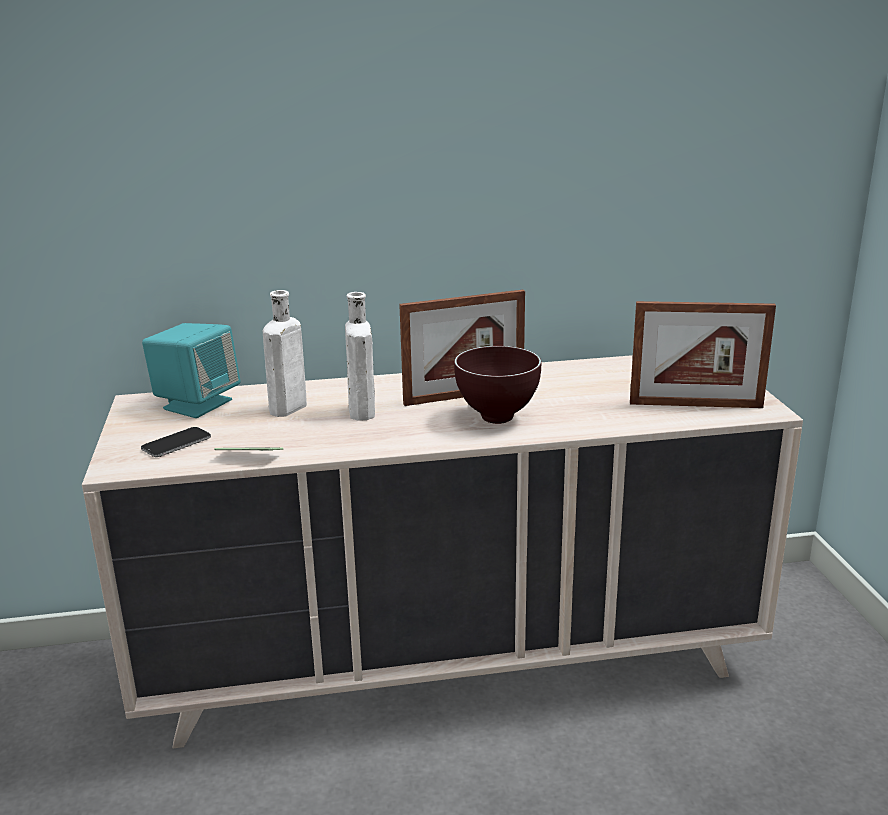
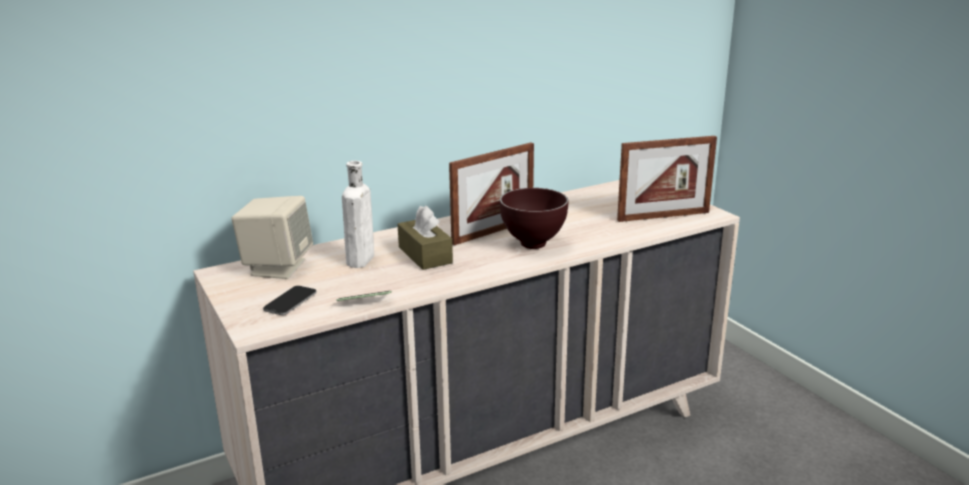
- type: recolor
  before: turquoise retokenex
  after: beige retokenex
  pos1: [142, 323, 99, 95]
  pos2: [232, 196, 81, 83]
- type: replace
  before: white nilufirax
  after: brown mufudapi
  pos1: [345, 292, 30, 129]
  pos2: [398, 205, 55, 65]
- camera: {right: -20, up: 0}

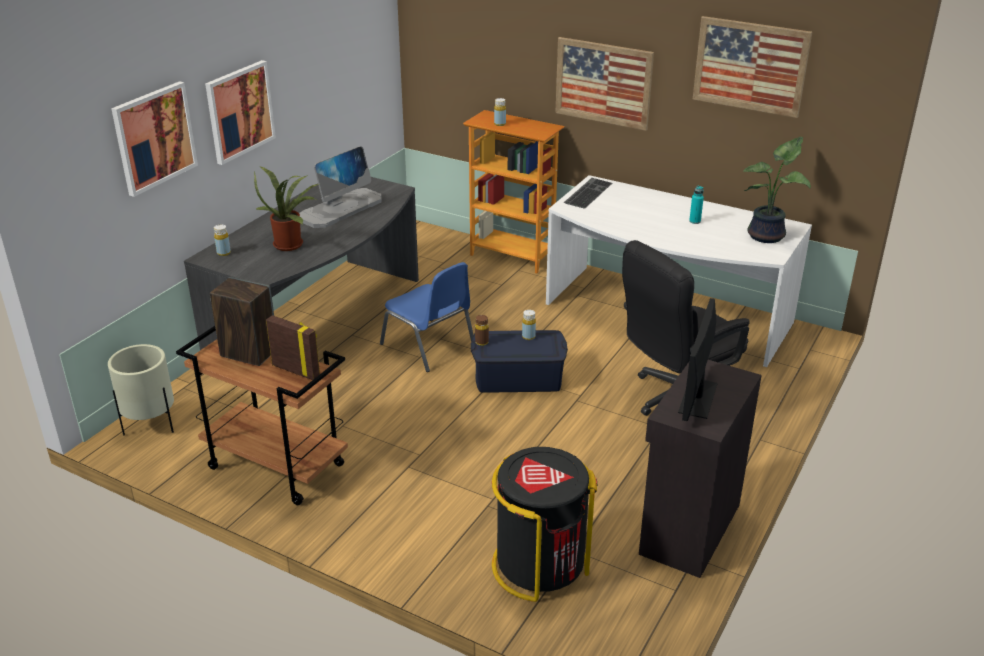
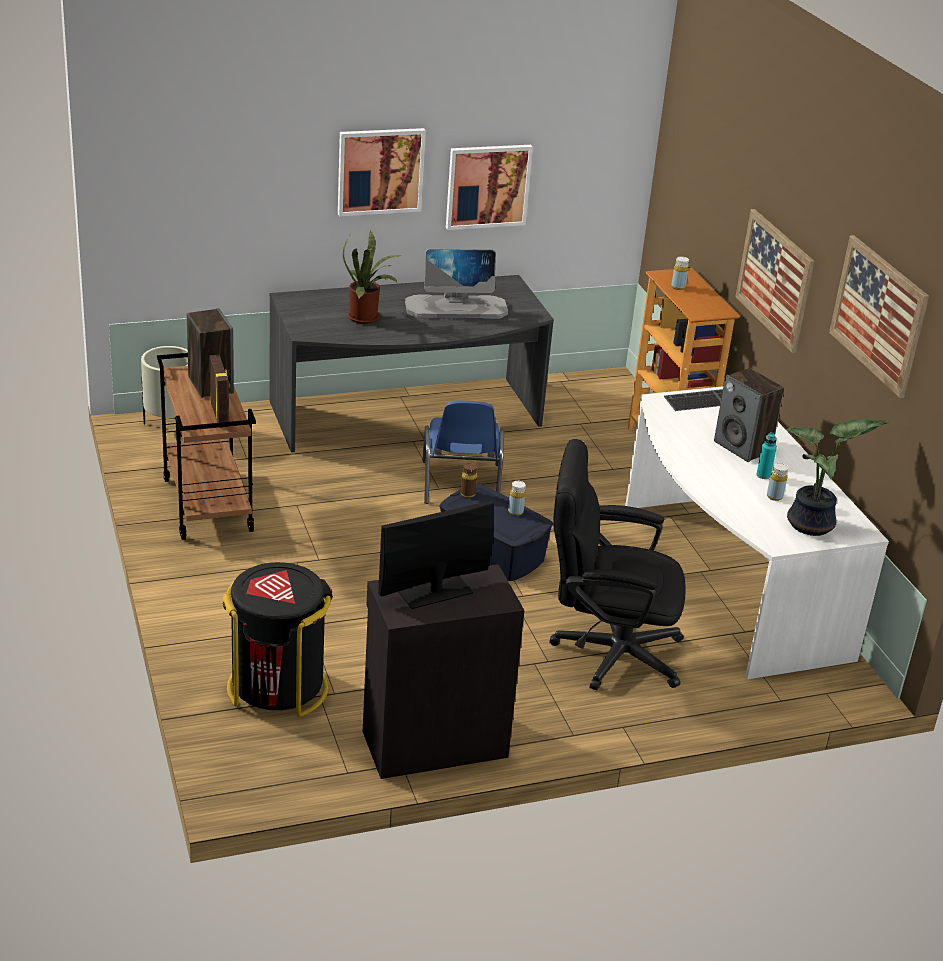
- type: move
  before: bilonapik
  pos1: [111, 81, 87, 116]
  pos2: [446, 145, 87, 85]
- type: move
  before: yellow nilufirax
  pos1: [214, 225, 17, 31]
  pos2: [767, 463, 21, 38]
- type: insert
  after: retokenex
  pos2: [714, 368, 70, 94]
- camera: {right: 40, up: 0}

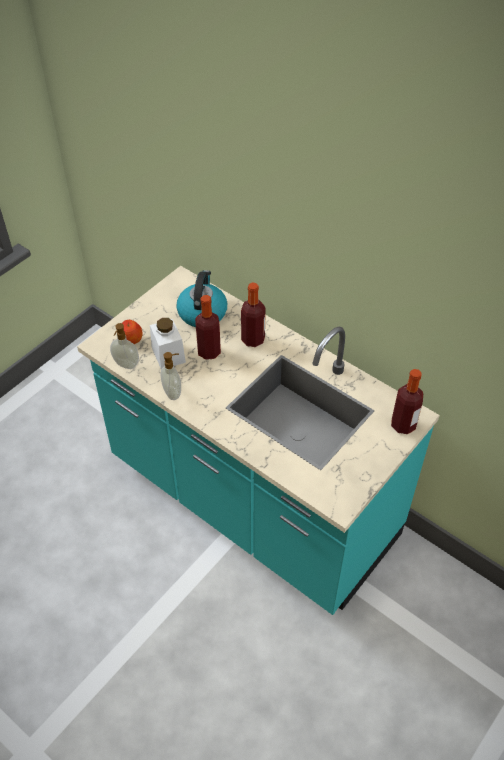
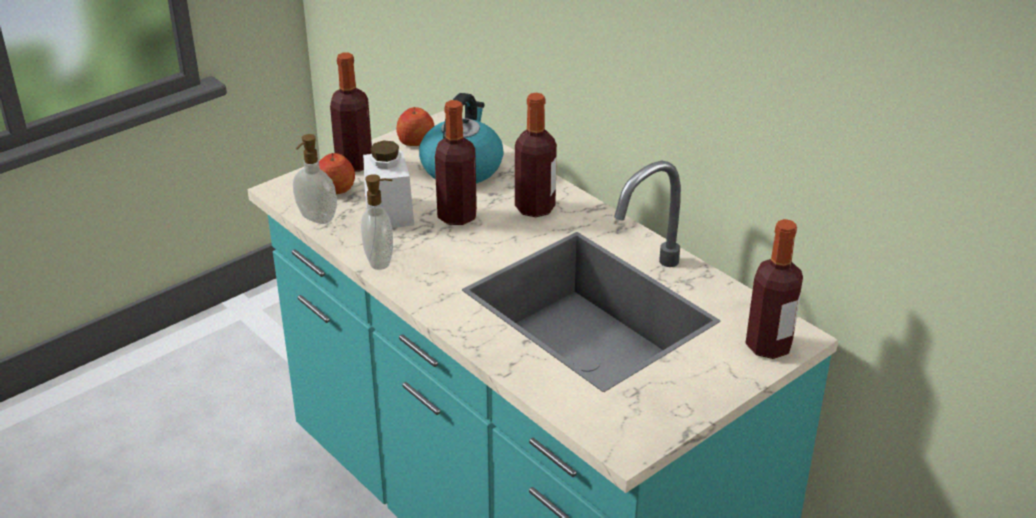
- type: insert
  after: nilufirax
  pos2: [330, 53, 42, 118]
- type: insert
  after: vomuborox
  pos2: [397, 107, 38, 39]
- camera: {right: 10, up: -15}

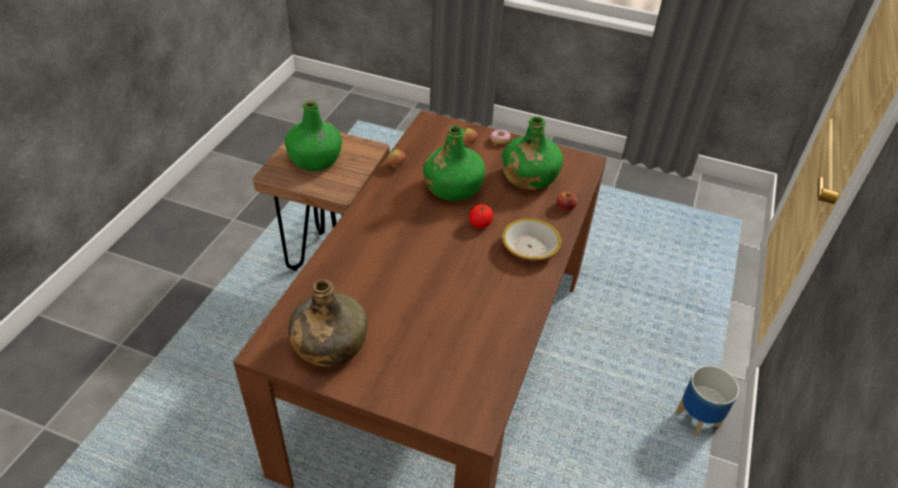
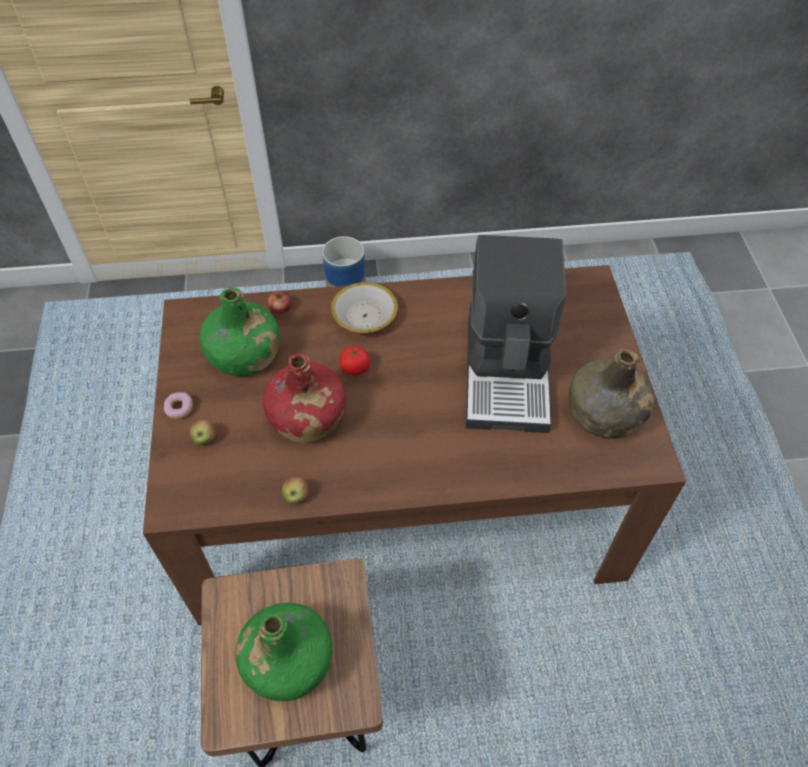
- type: recolor
  before: green nilufirax
  after: red nilufirax
  pos1: [423, 126, 62, 75]
  pos2: [263, 353, 83, 90]
- type: insert
  after: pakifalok
  pos2: [466, 235, 100, 198]
- camera: {right: -115, up: 10}

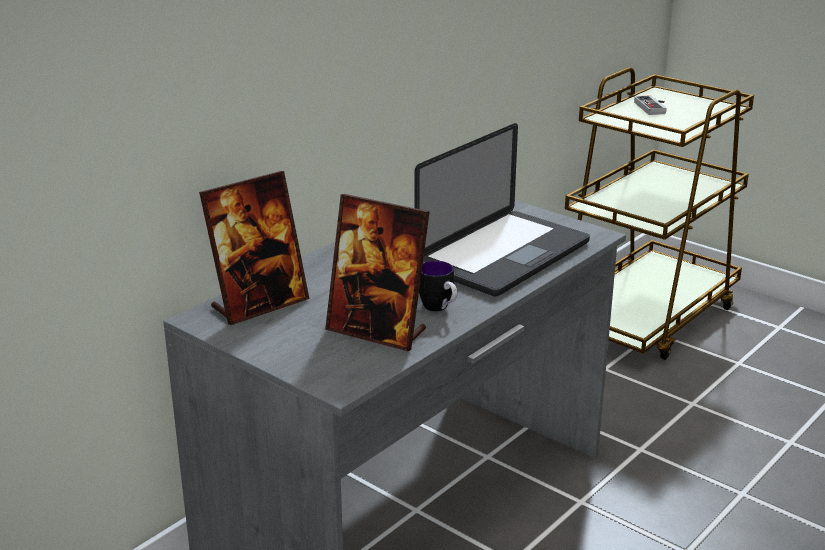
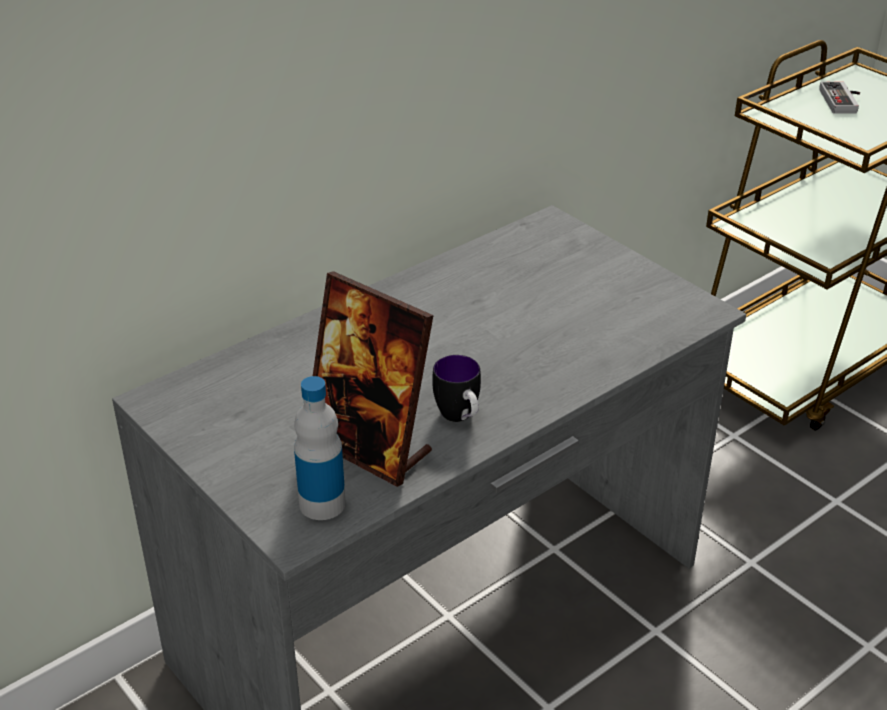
- type: delete
  before: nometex
  pos1: [199, 171, 110, 154]
- type: delete
  before: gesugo
  pos1: [415, 123, 175, 173]
- type: insert
  after: nilufirax
  pos2: [294, 376, 52, 144]
- camera: {right: 10, up: 10}

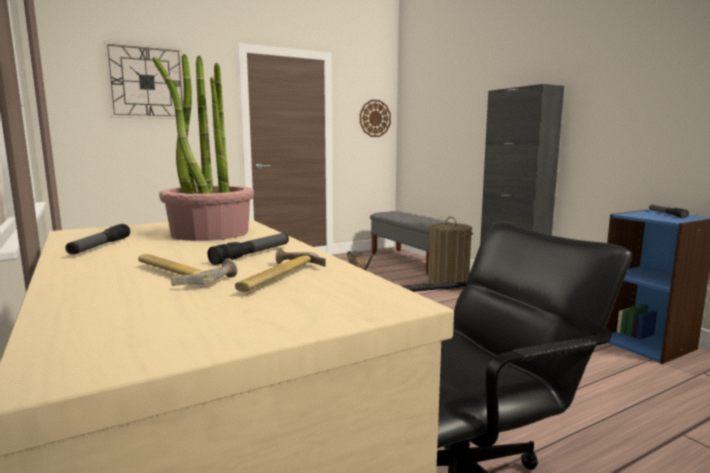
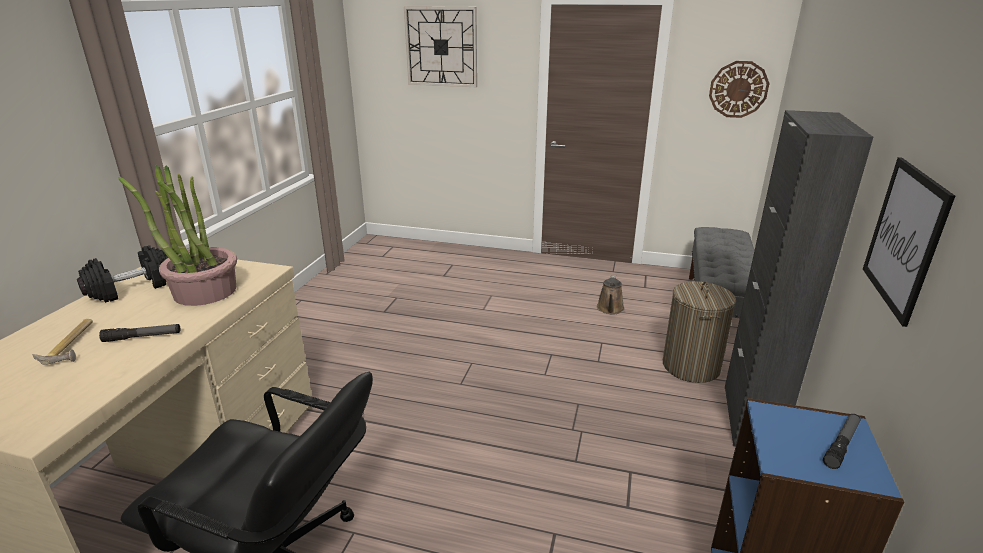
- type: replace
  before: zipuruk
  after: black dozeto
  pos1: [65, 224, 65, 31]
  pos2: [77, 245, 91, 58]
- type: delete
  before: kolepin
  pos1: [235, 247, 91, 45]
- type: insert
  after: bilonapik
  pos2: [863, 157, 92, 170]
- camera: {right: 45, up: 15}

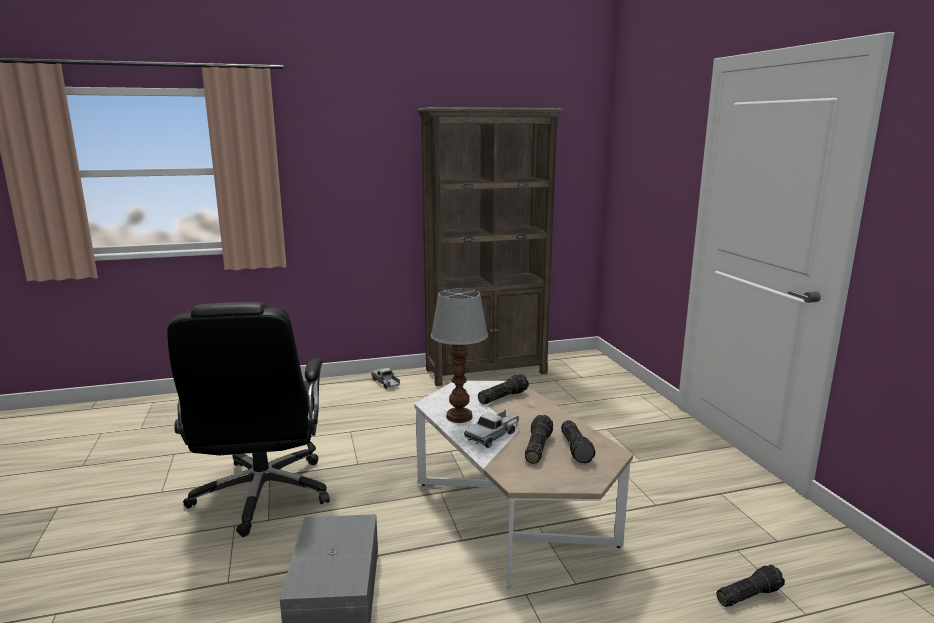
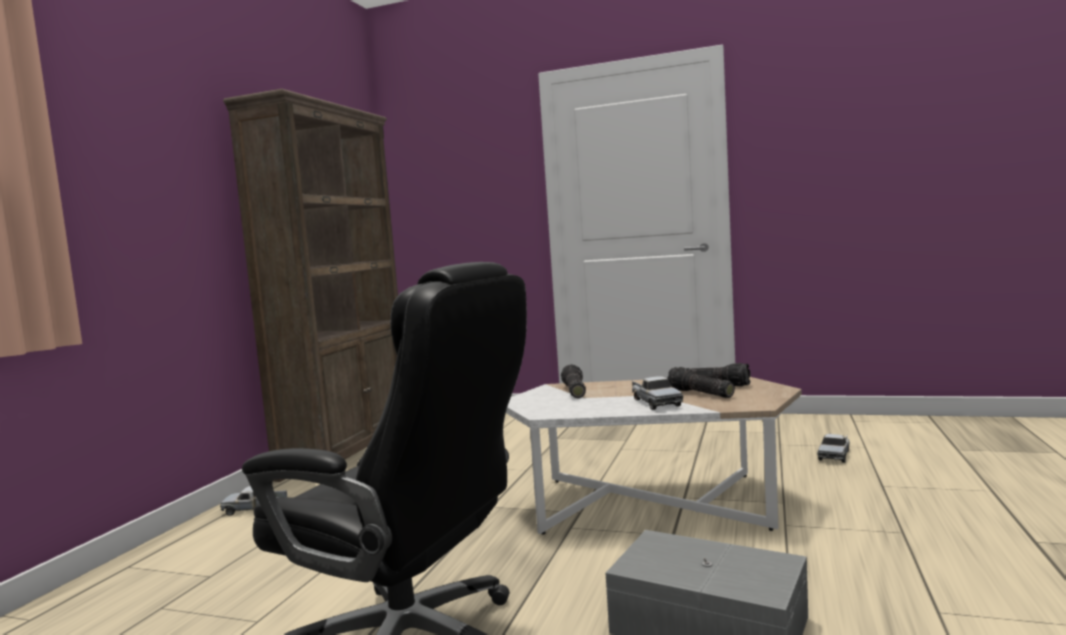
- type: delete
  before: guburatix
  pos1: [430, 288, 58, 135]
- type: replace
  before: zipuruk
  after: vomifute
  pos1: [717, 565, 68, 42]
  pos2: [817, 433, 33, 30]
- camera: {right: -55, up: -10}

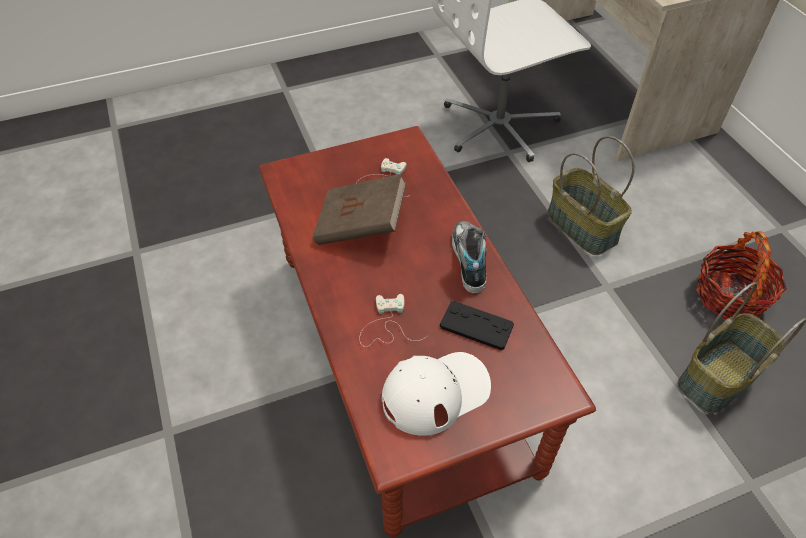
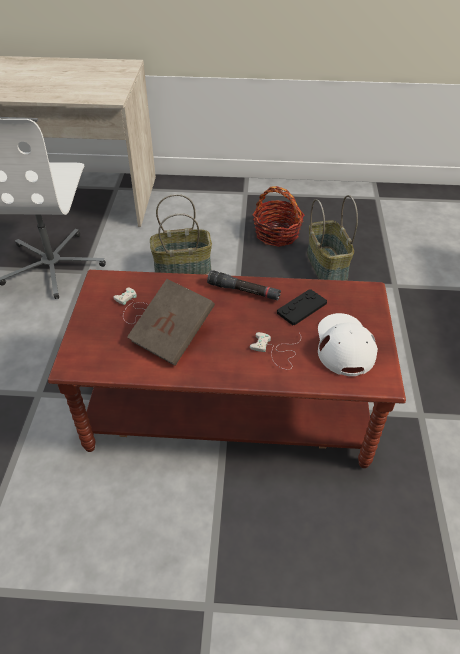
- type: replace
  before: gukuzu
  after: black zipuruk
  pos1: [452, 221, 35, 72]
  pos2: [207, 270, 74, 30]
- camera: {right: -65, up: -5}

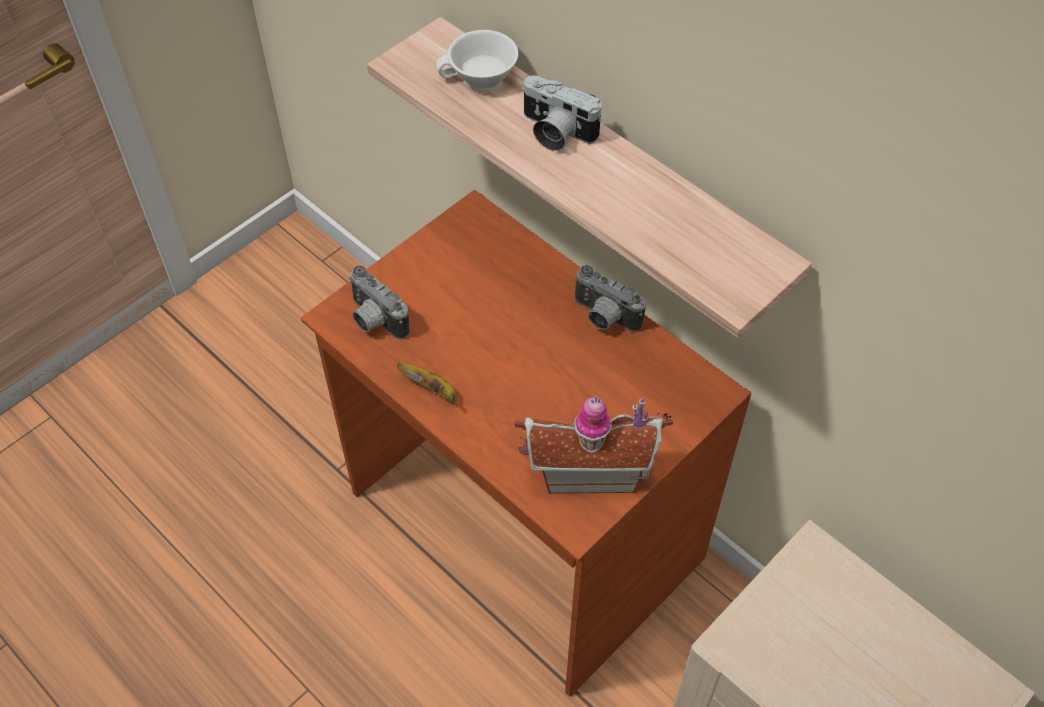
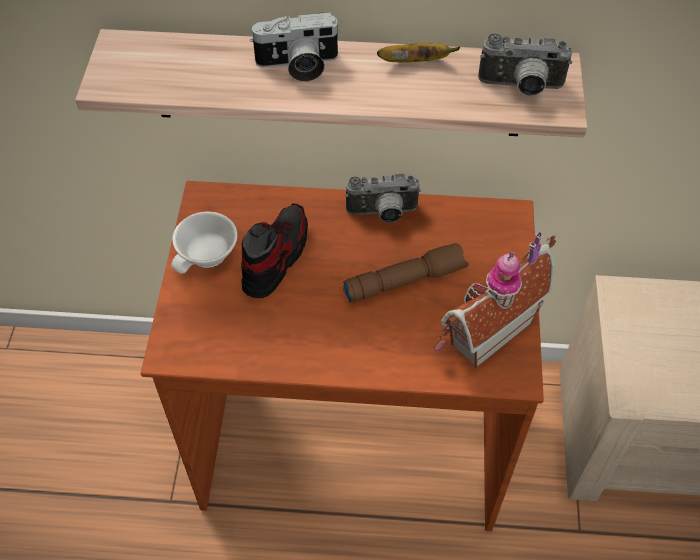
- type: move
  before: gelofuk
  pos1: [349, 265, 60, 74]
  pos2: [478, 33, 94, 63]
- type: move
  before: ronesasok
  pos1: [397, 362, 60, 41]
  pos2: [377, 43, 83, 19]
- type: move
  before: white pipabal
  pos1: [436, 30, 83, 60]
  pos2: [171, 212, 66, 62]
- type: insert
  after: gukuzu
  pos2: [241, 203, 67, 95]
- type: insert
  after: brown zipuruk
  pos2: [343, 243, 126, 60]
- camera: {right: -40, up: 0}

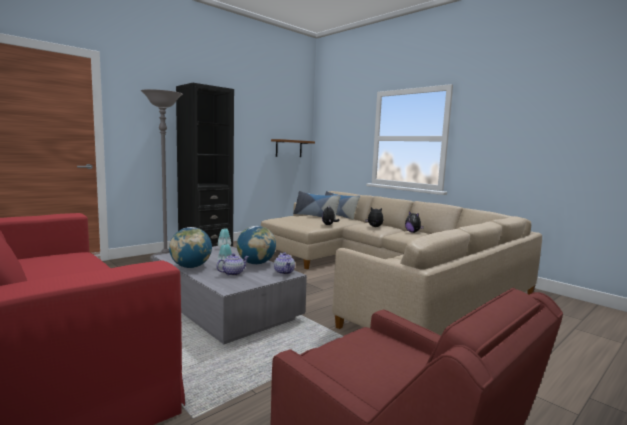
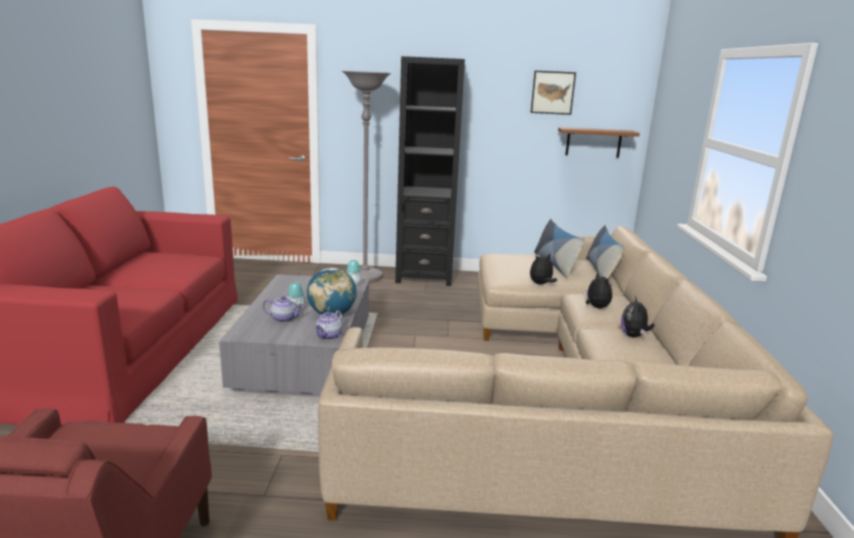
- type: delete
  before: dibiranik
  pos1: [169, 227, 43, 41]
- type: insert
  after: bilonapik
  pos2: [531, 71, 45, 44]
- camera: {right: 45, up: 10}

